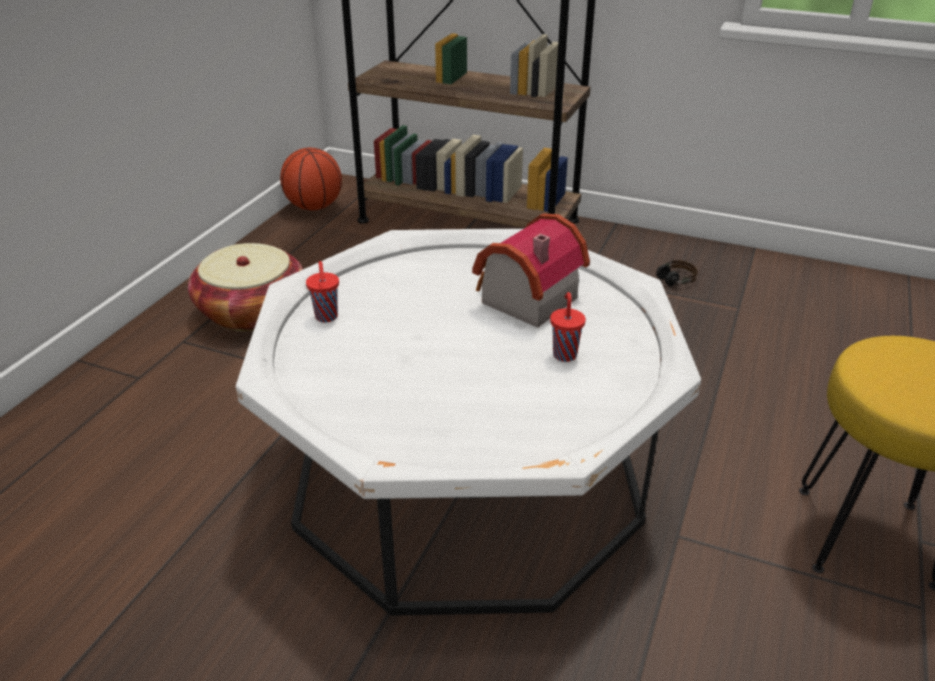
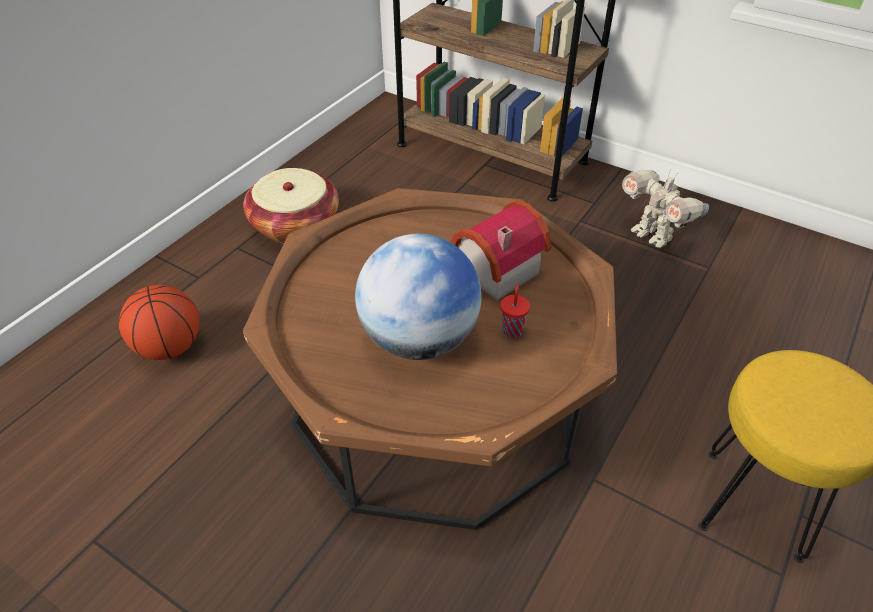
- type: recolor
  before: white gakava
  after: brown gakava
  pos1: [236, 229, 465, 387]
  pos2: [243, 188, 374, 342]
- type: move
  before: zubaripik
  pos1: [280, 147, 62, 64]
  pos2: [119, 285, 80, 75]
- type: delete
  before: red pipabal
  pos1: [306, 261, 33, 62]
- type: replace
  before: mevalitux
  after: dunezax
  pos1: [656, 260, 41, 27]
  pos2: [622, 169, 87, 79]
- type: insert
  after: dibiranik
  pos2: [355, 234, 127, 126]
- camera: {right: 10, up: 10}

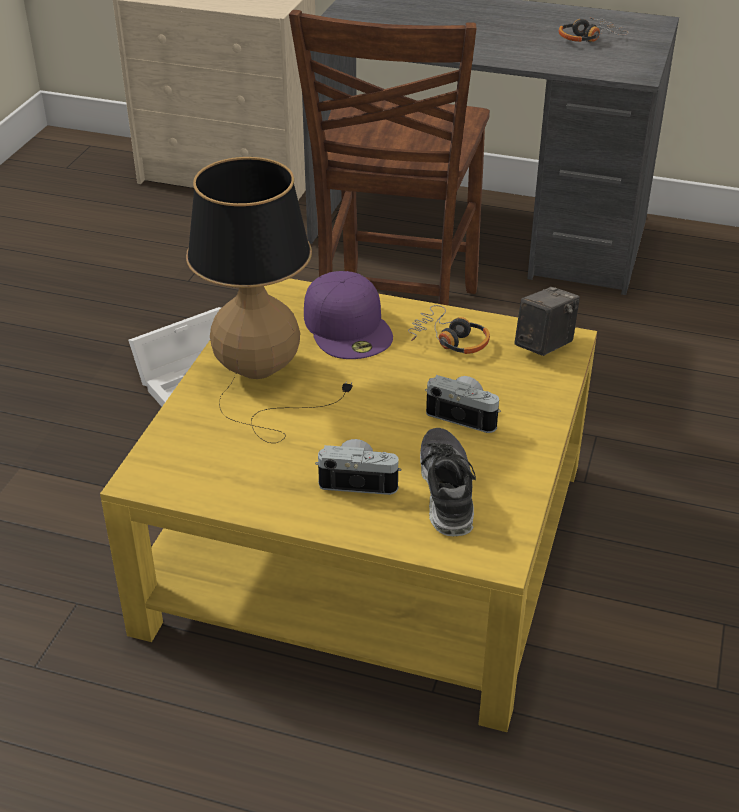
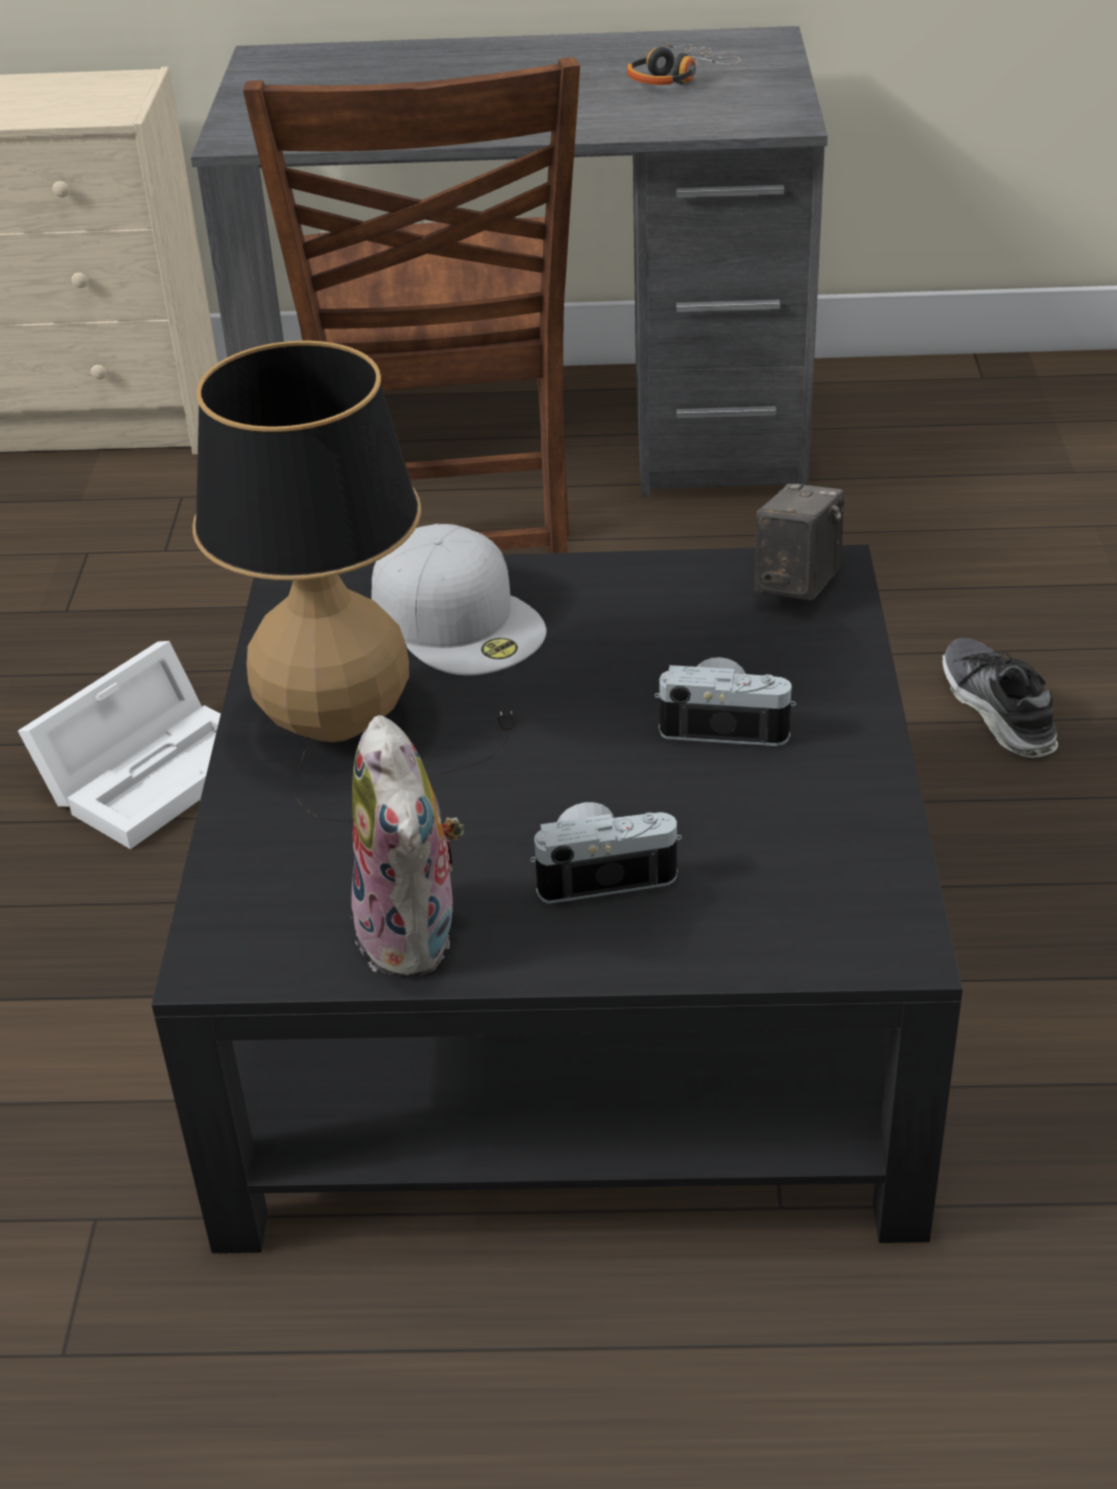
- type: recolor
  before: yellow gakava
  after: black gakava
  pos1: [100, 278, 497, 454]
  pos2: [152, 545, 811, 708]
- type: recolor
  before: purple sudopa
  after: white sudopa
  pos1: [304, 271, 89, 88]
  pos2: [372, 524, 175, 152]
- type: delete
  before: mevalitux
  pos1: [408, 305, 82, 49]
- type: move
  before: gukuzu
  pos1: [420, 428, 56, 108]
  pos2: [942, 638, 116, 119]
- type: insert
  after: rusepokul
  pos2: [351, 715, 113, 263]
- camera: {right: -15, up: 0}

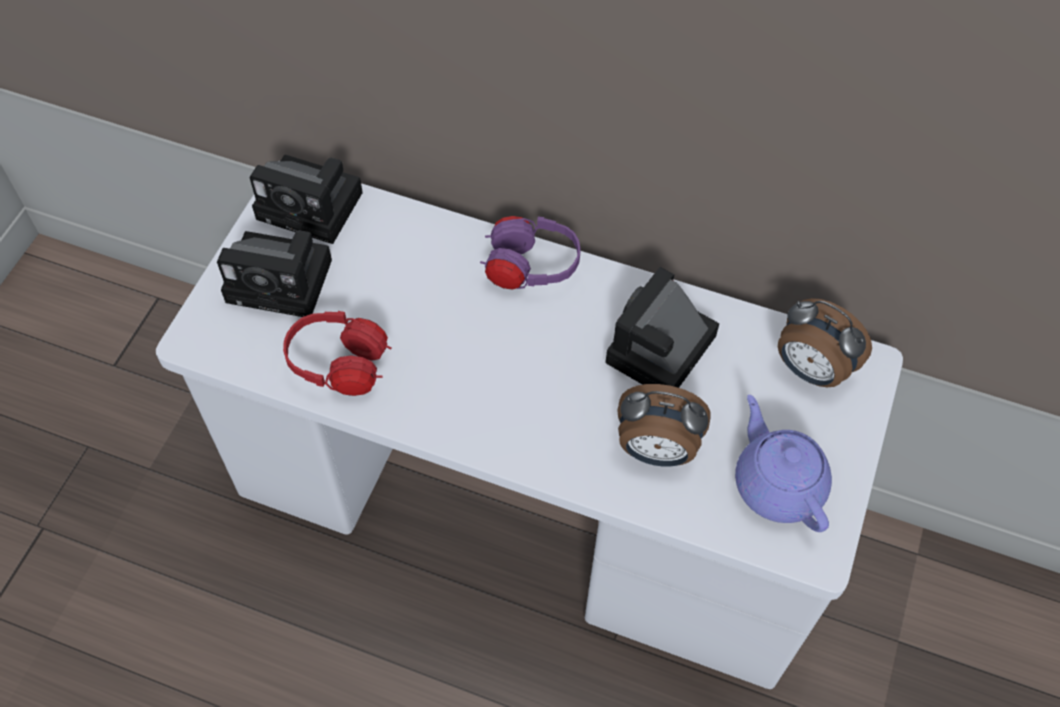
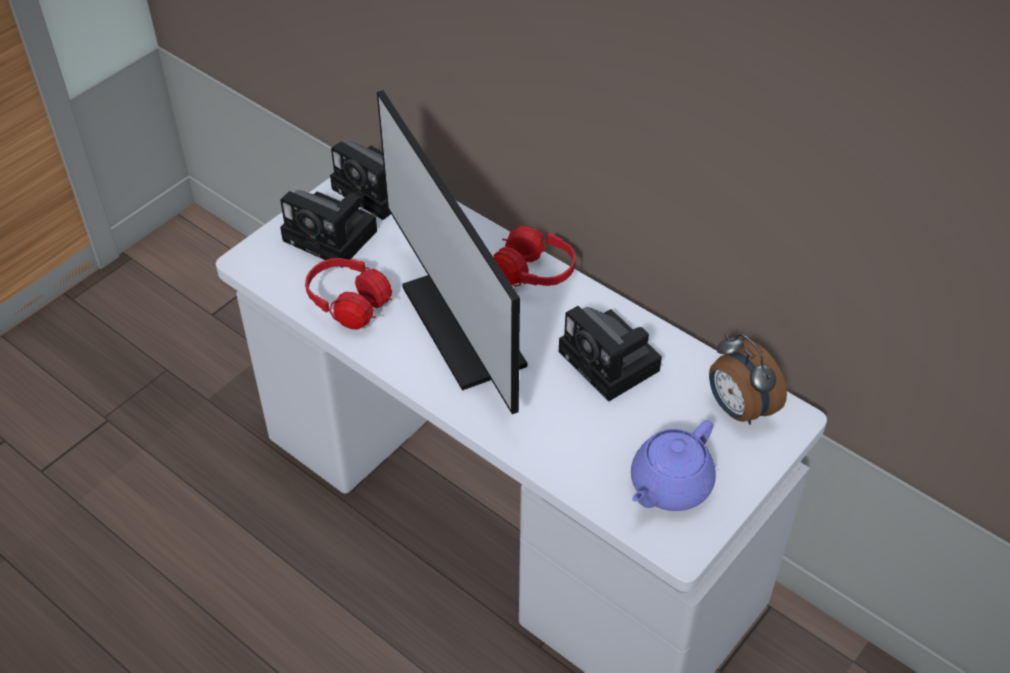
- type: recolor
  before: purple mevalitux
  after: red mevalitux
  pos1: [480, 216, 101, 74]
  pos2: [493, 226, 82, 61]
- type: rotate
  before: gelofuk
  pos1: [605, 267, 115, 121]
  pos2: [559, 306, 103, 95]
  turn: -90
- type: delete
  before: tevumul
  pos1: [617, 384, 94, 83]
- type: rotate
  before: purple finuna
  pos1: [735, 395, 97, 137]
  pos2: [631, 420, 85, 91]
  turn: -135
- type: insert
  after: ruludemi
  pos2: [377, 90, 150, 324]
- camera: {right: 20, up: -10}

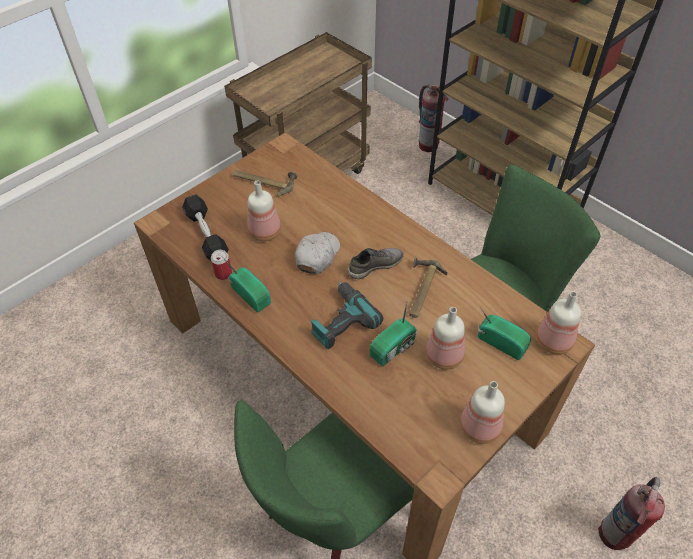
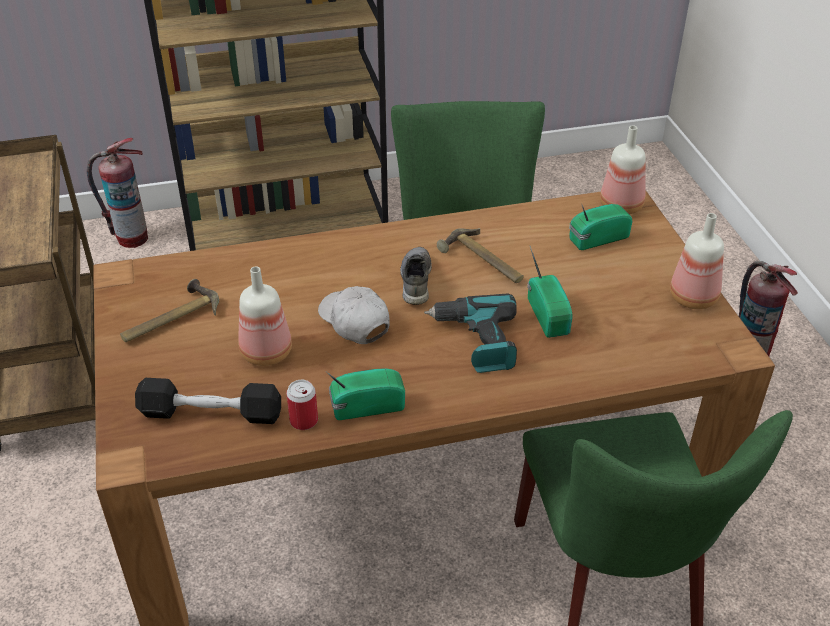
- type: delete
  before: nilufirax
  pos1: [426, 307, 39, 62]
- camera: {right: -60, up: -10}

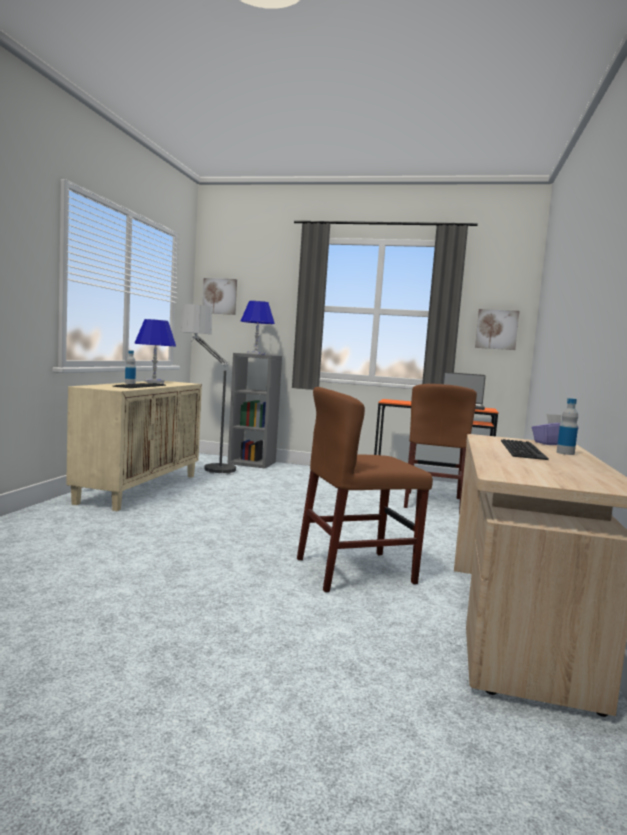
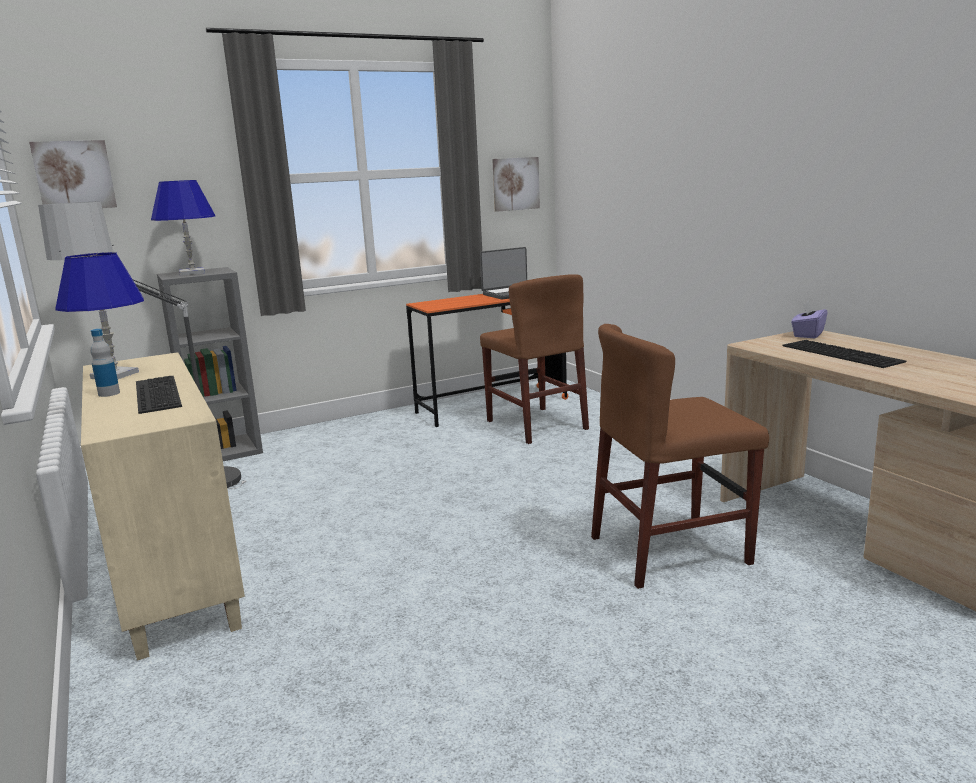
- type: rotate
  before: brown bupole
  pos1: [297, 387, 136, 205]
  pos2: [591, 324, 178, 265]
  turn: 45
- type: delete
  before: nilufirax
  pos1: [557, 398, 21, 57]
- camera: {right: -40, up: 10}

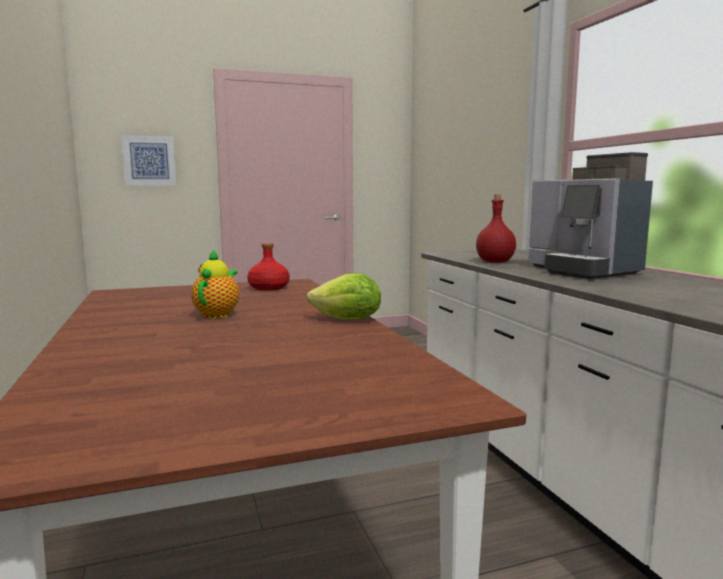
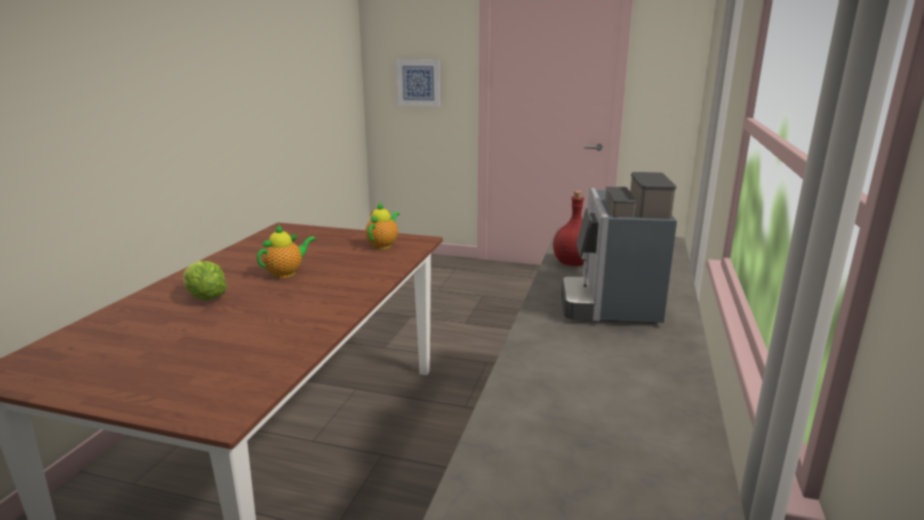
- type: replace
  before: red nilufirax
  after: finuna
  pos1: [247, 243, 43, 48]
  pos2: [365, 202, 35, 47]
- type: move
  before: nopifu
  pos1: [307, 273, 74, 46]
  pos2: [183, 261, 44, 39]
- camera: {right: 35, up: 10}

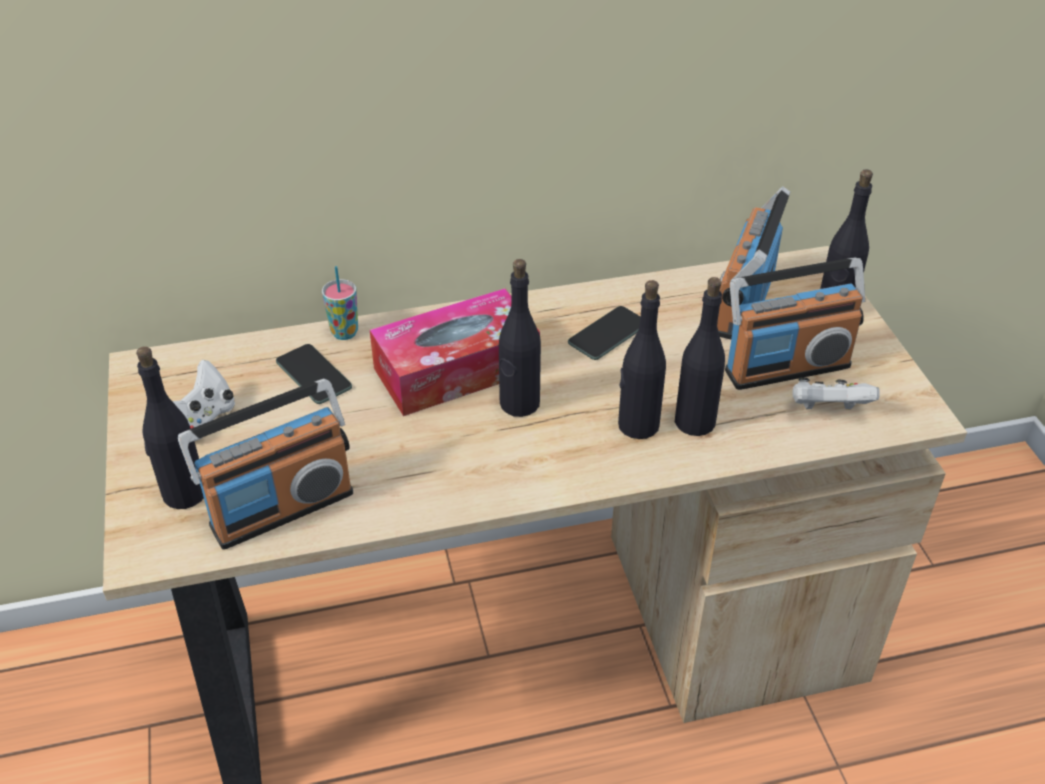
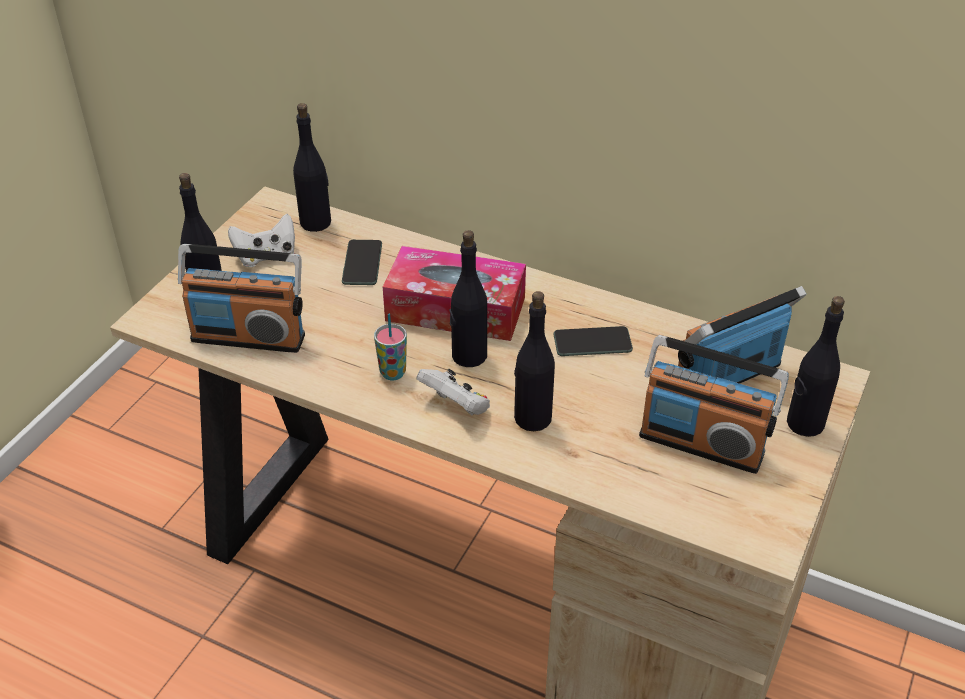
- type: move
  before: pipabal
  pos1: [322, 266, 36, 74]
  pos2: [374, 314, 33, 66]
- type: move
  before: black nilufirax
  pos1: [675, 277, 50, 159]
  pos2: [293, 103, 38, 129]
- type: move
  before: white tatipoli
  pos1: [792, 377, 88, 33]
  pos2: [416, 369, 74, 46]
- camera: {right: 40, up: 0}

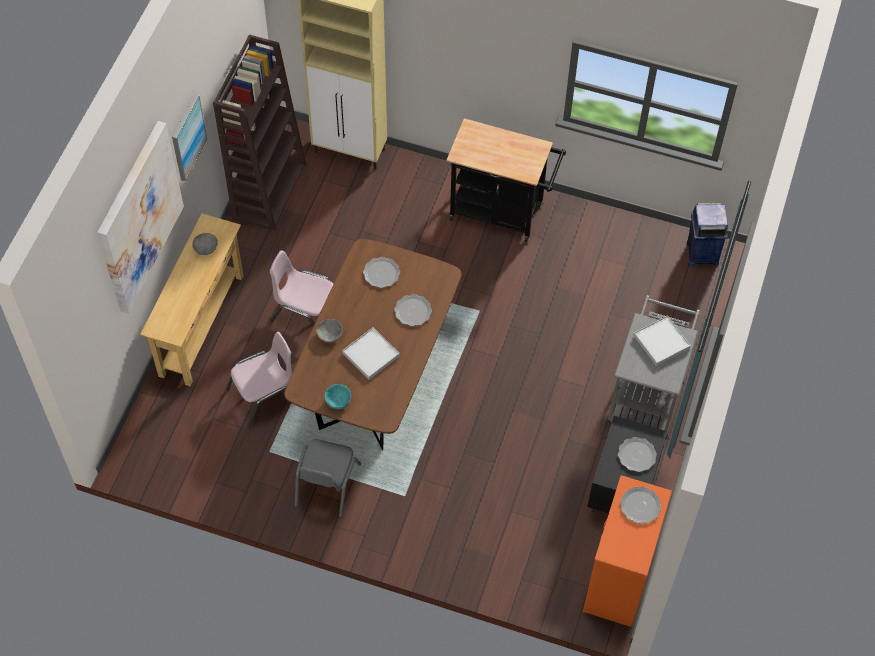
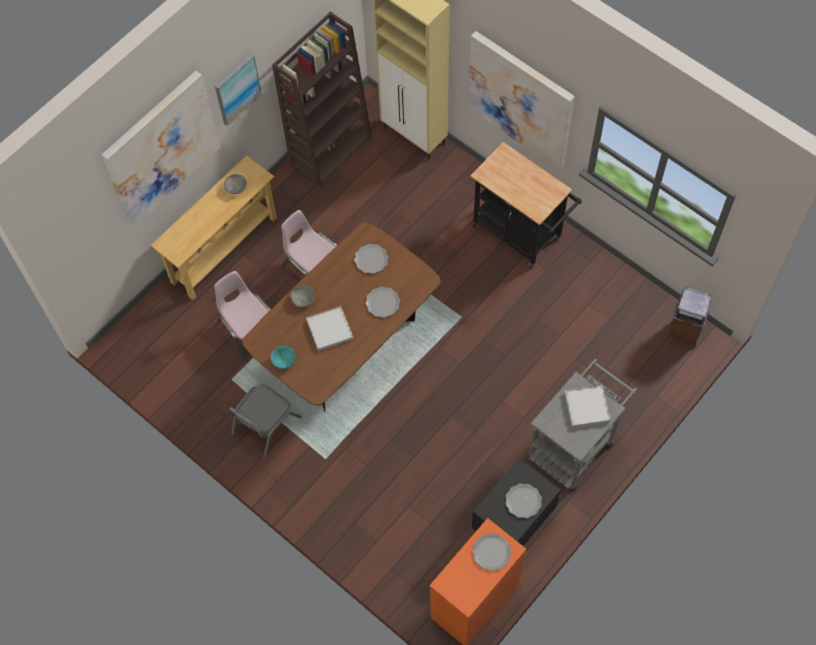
- type: rotate
  before: pink bupole
  pos1: [226, 332, 66, 96]
  pos2: [214, 271, 57, 91]
  turn: -120
- type: recolor
  before: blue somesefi
  after: brown somesefi
  pos1: [687, 203, 41, 63]
  pos2: [668, 287, 44, 61]
- type: insert
  after: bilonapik
  pos2: [468, 31, 107, 140]
- camera: {right: 25, up: 5}

